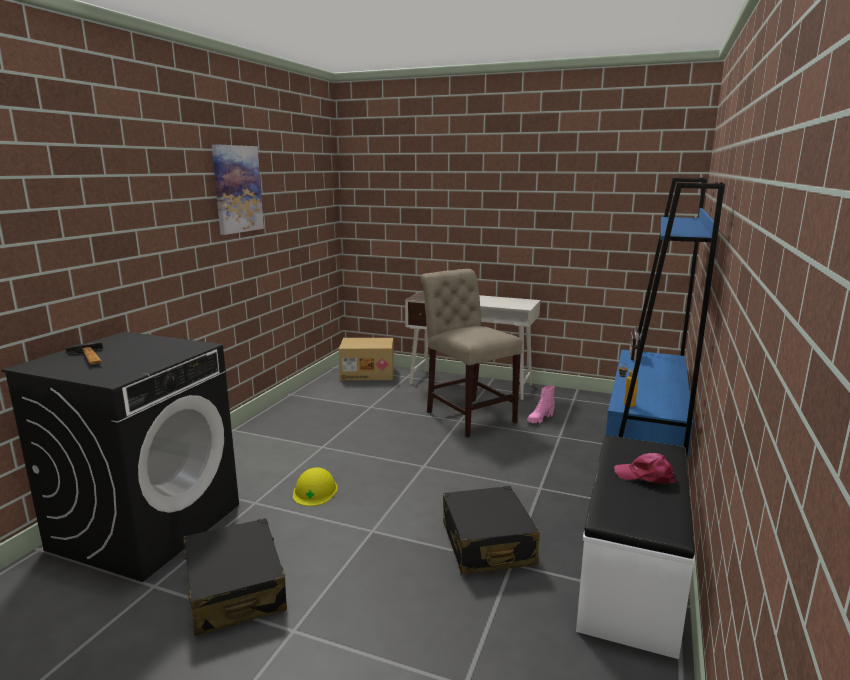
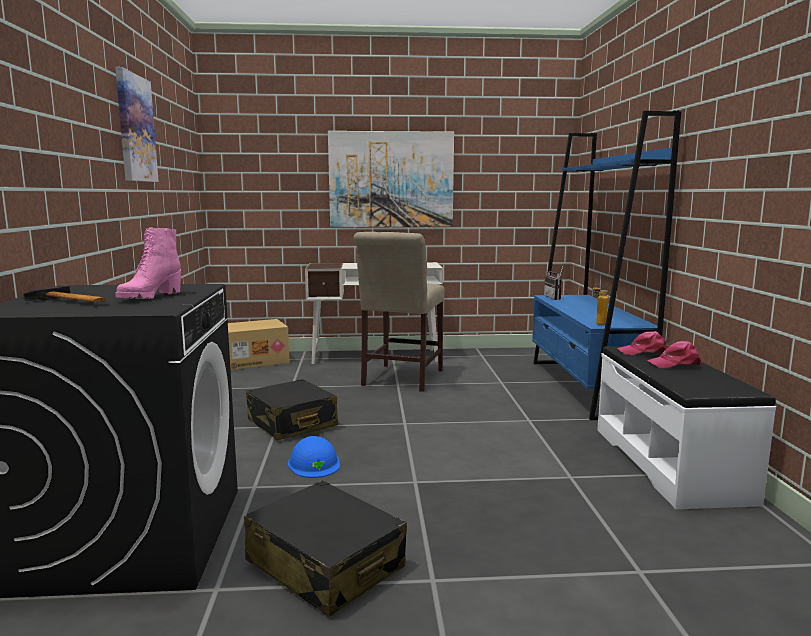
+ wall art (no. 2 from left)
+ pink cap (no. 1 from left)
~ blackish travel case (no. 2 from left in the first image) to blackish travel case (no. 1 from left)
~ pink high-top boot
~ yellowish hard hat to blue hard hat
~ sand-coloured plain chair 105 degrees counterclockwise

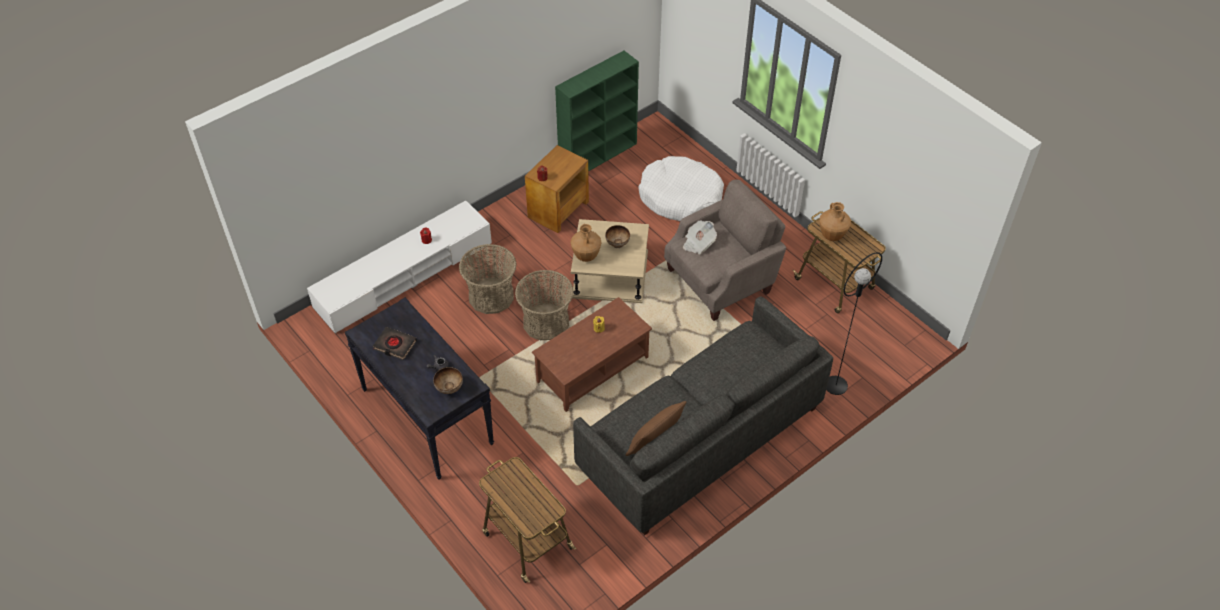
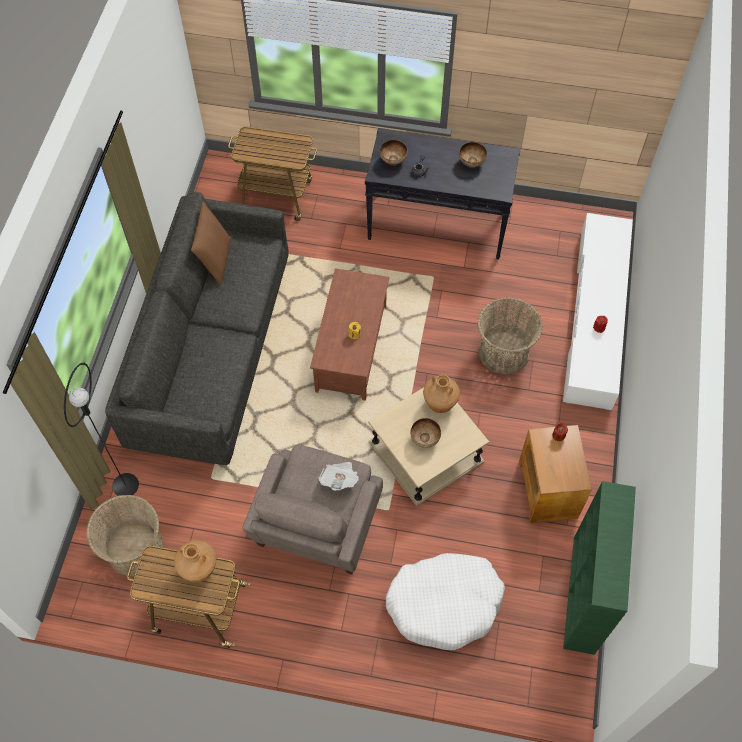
~ basket (no. 2 from left in the first image) to basket (no. 1 from left)
~ blackish book to bowl (no. 3 from left)

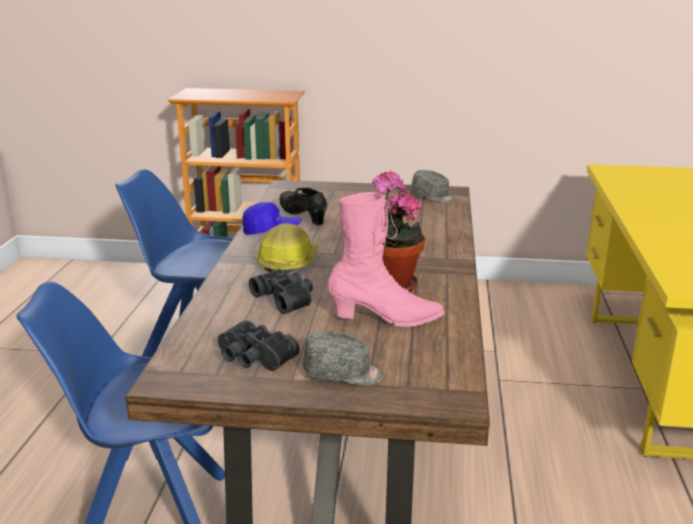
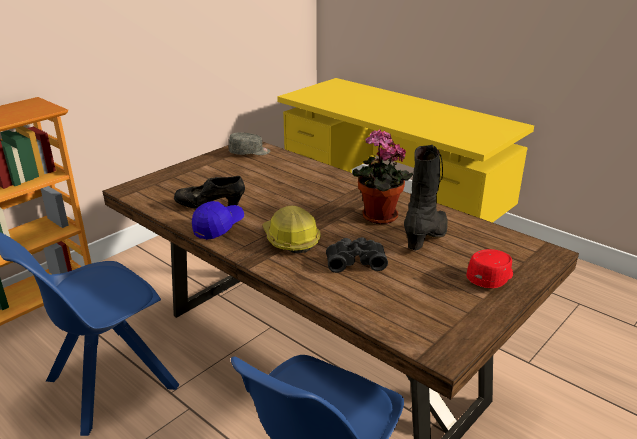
- blackish field glasses (no. 1 from left)
~ grey cap (no. 1 from left) to red-coloured cap
~ pink high-top boot to blackish high-top boot

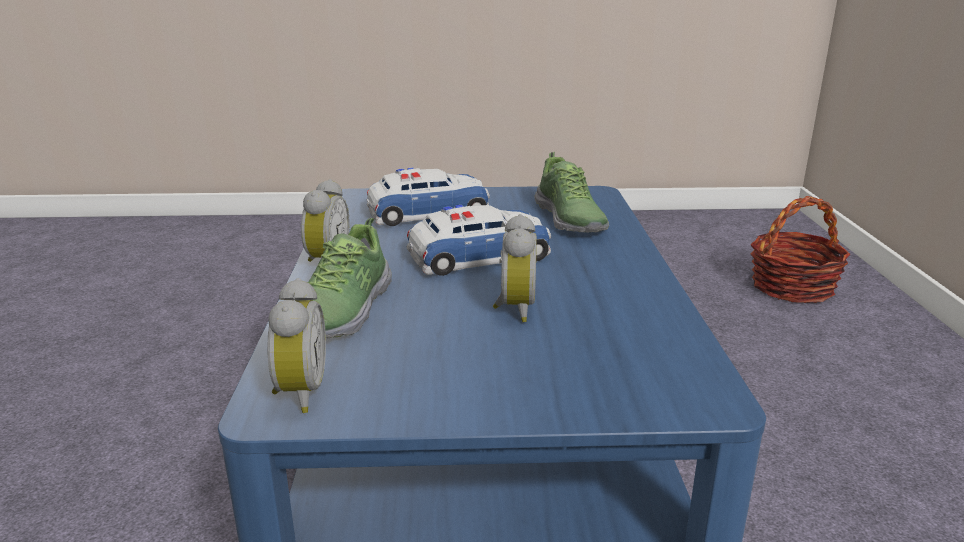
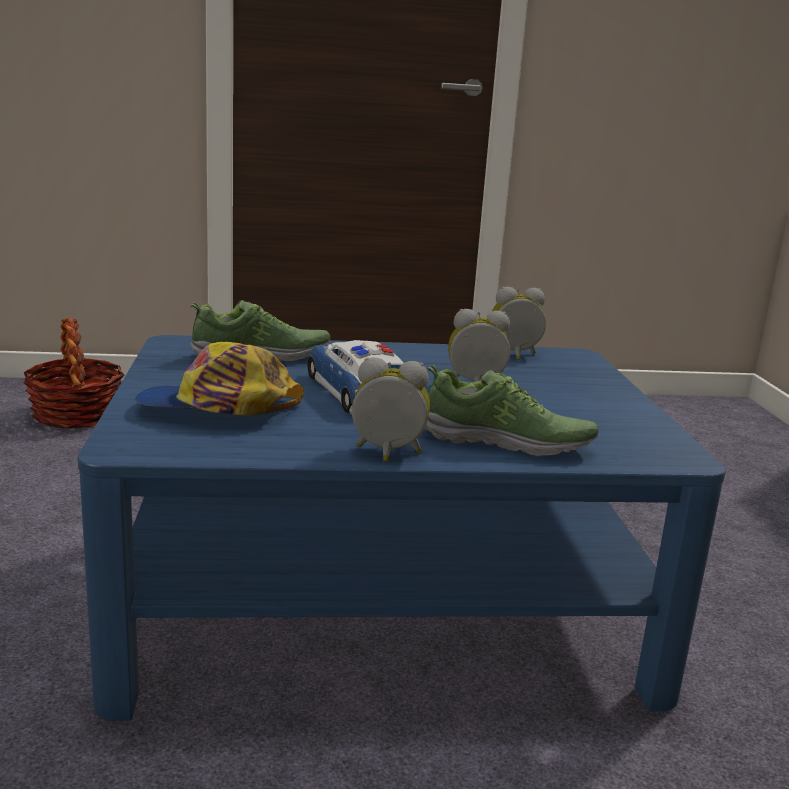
~ bedside clock (no. 1 from left in the first image) to bedside clock (no. 3 from left)
~ toy car (no. 1 from left) to cap

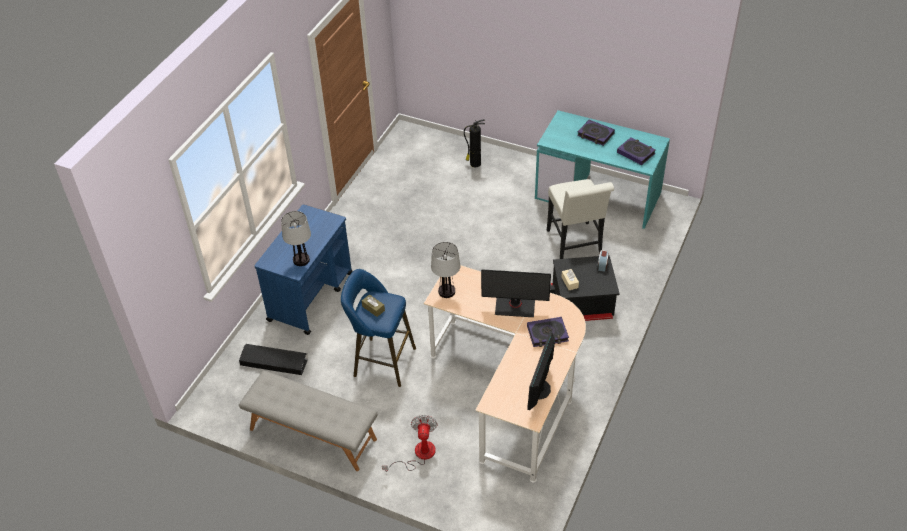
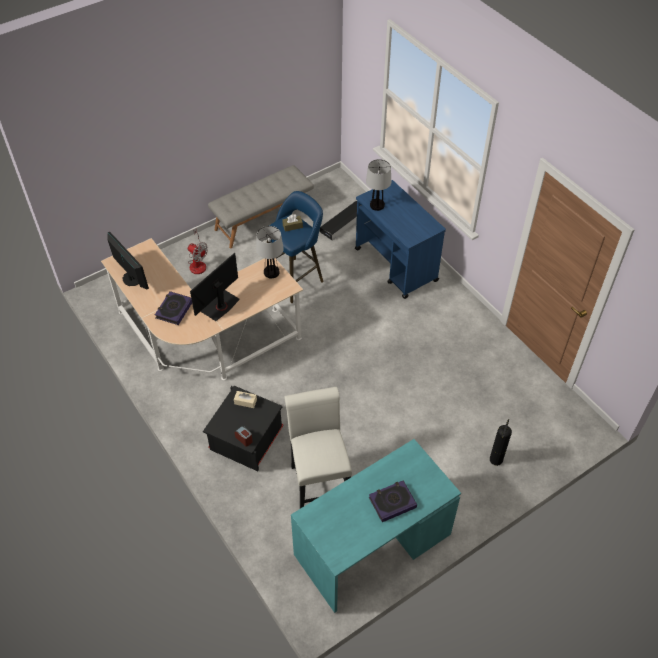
- book (no. 3 from left)
~ white-coloured plain chair 60 degrees clockwise

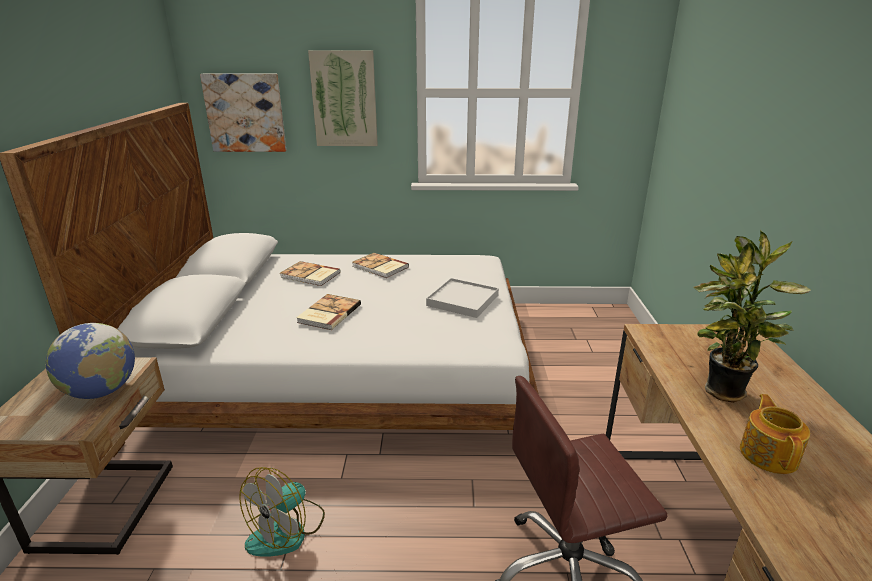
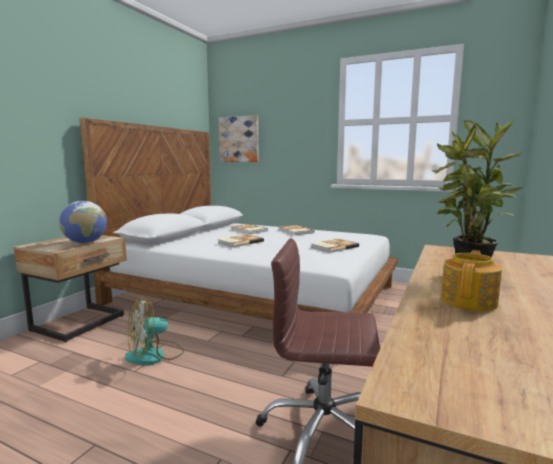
- wall art (no. 2 from left)
~ white-coloured serving tray to book (no. 4 from left)

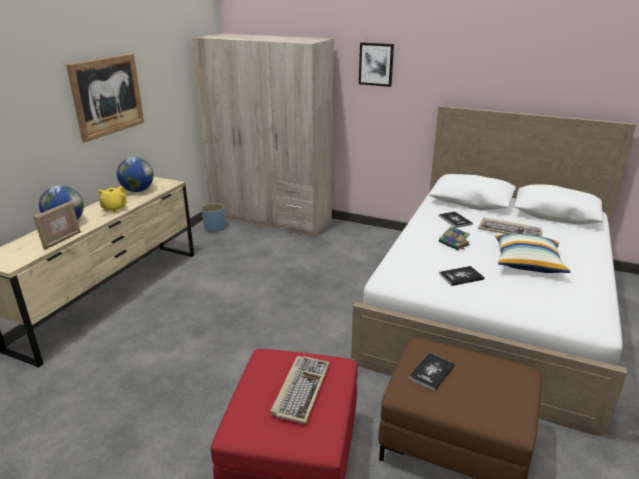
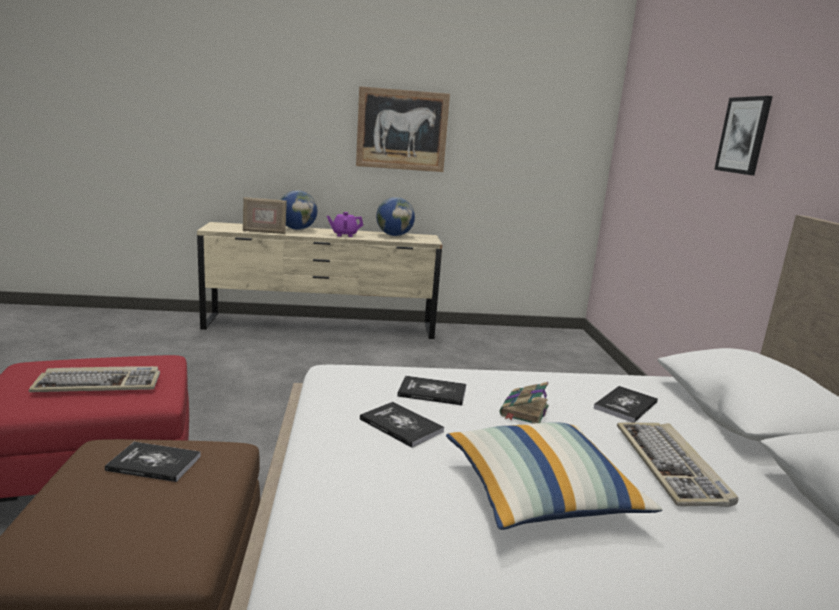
- sand-coloured wardrobe
- blue planter
+ book (no. 3 from left)
~ yellowish pot for tea to purple-coloured pot for tea

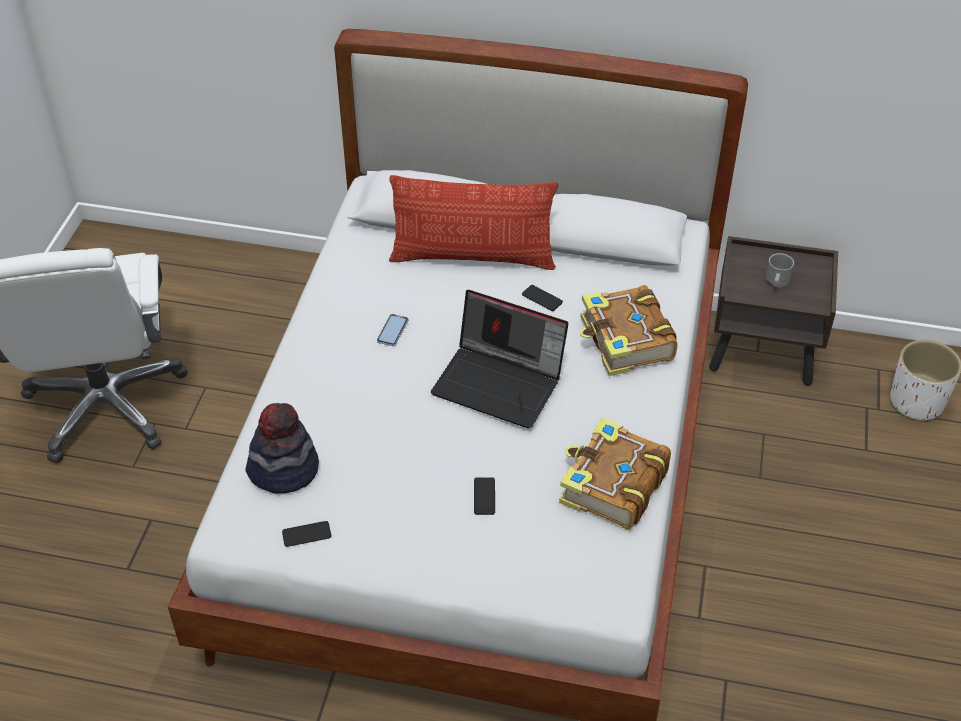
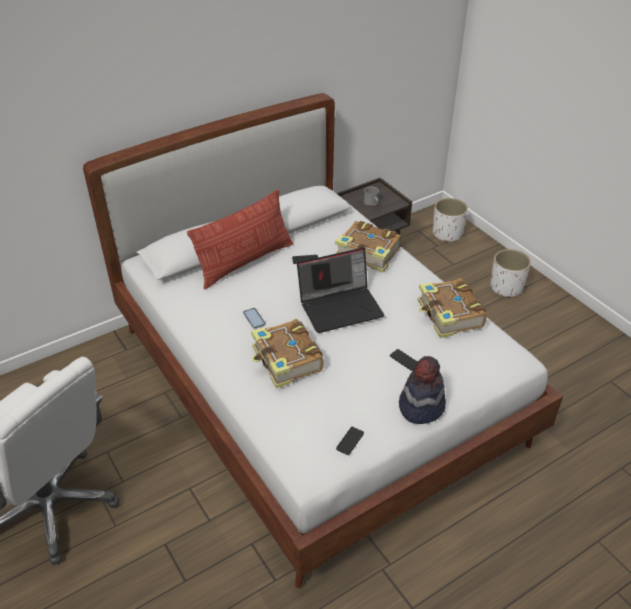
+ book (no. 1 from left)
+ white-coloured planter (no. 2 from left)
~ clothing hat

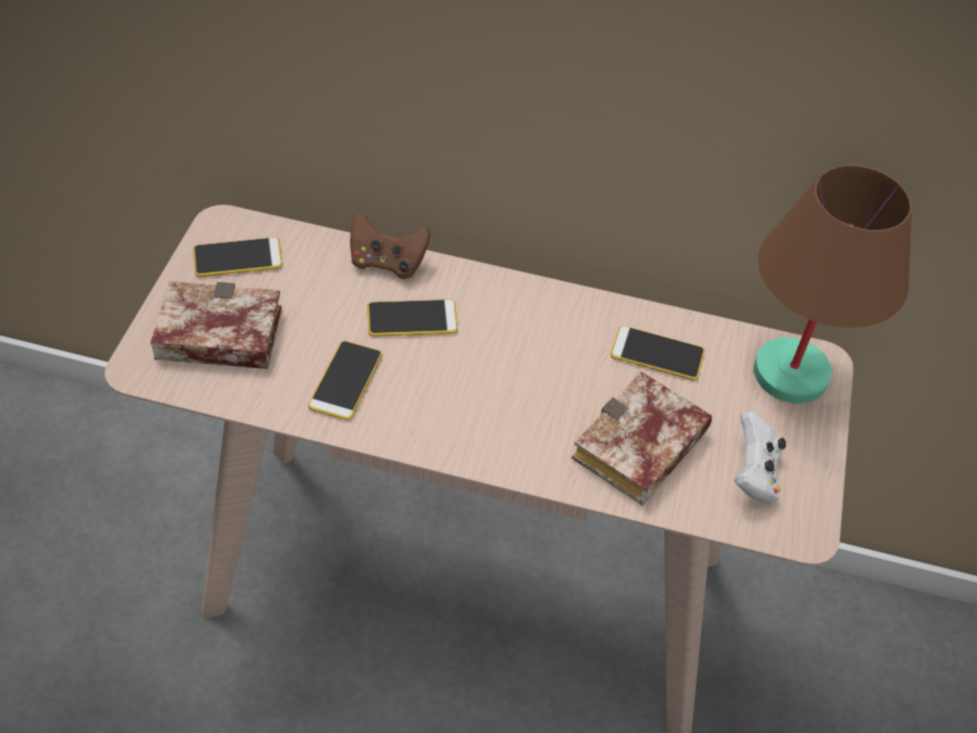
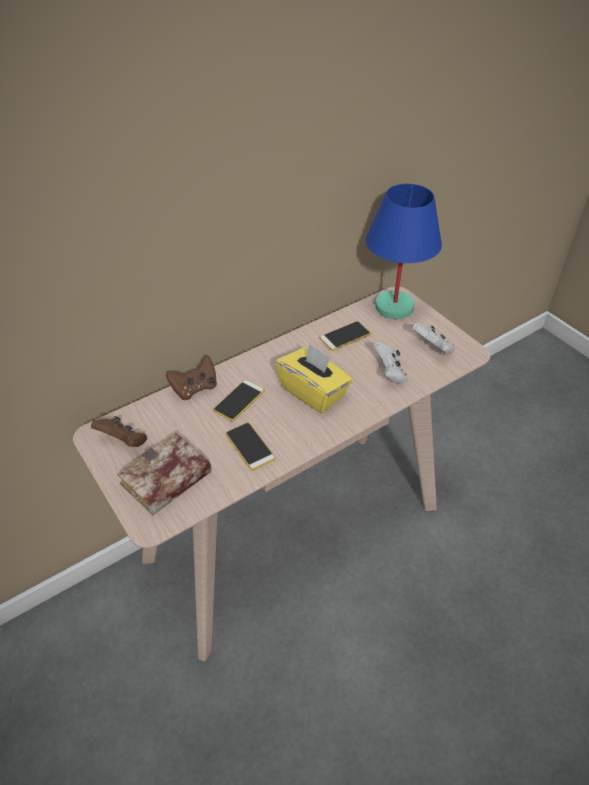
+ yellowish box of tissues
~ handset (no. 1 from left) to brown-coloured game controller (no. 1 from left)
~ book (no. 2 from left) to white-coloured game controller (no. 1 from left)
~ brown-coloured lamp for a table to blue lamp for a table

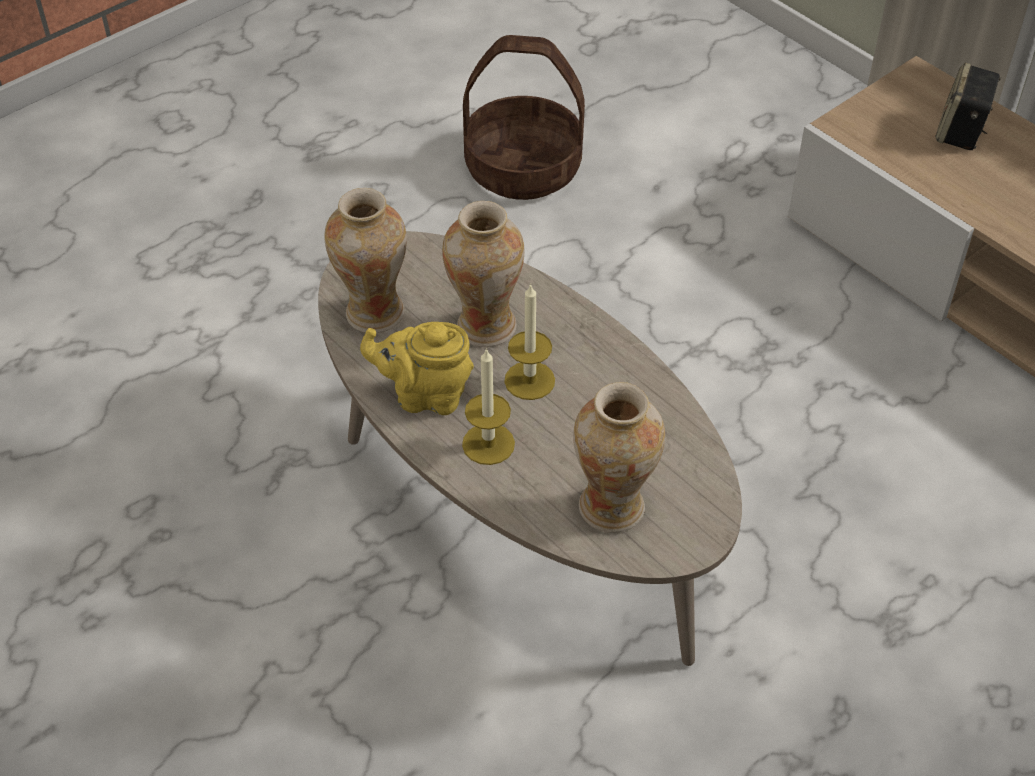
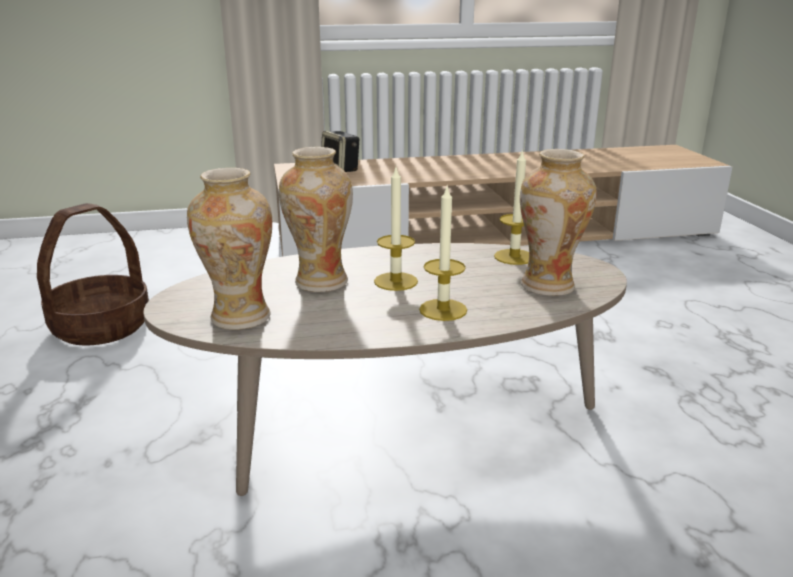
- yellowish pot for tea
+ wax candle (no. 3 from left)

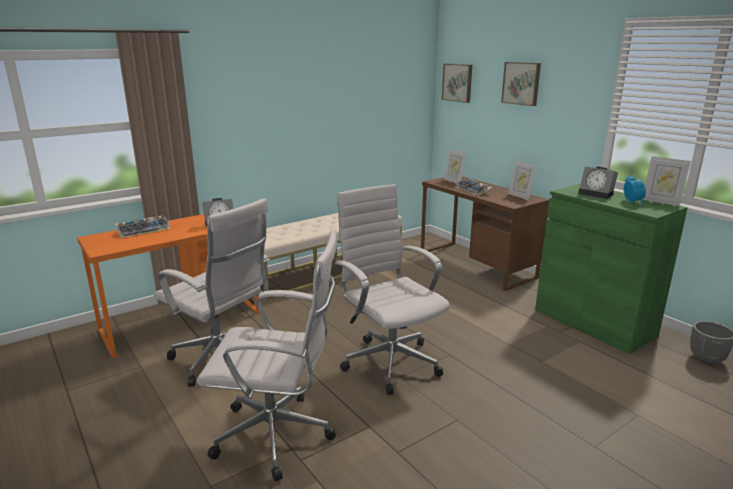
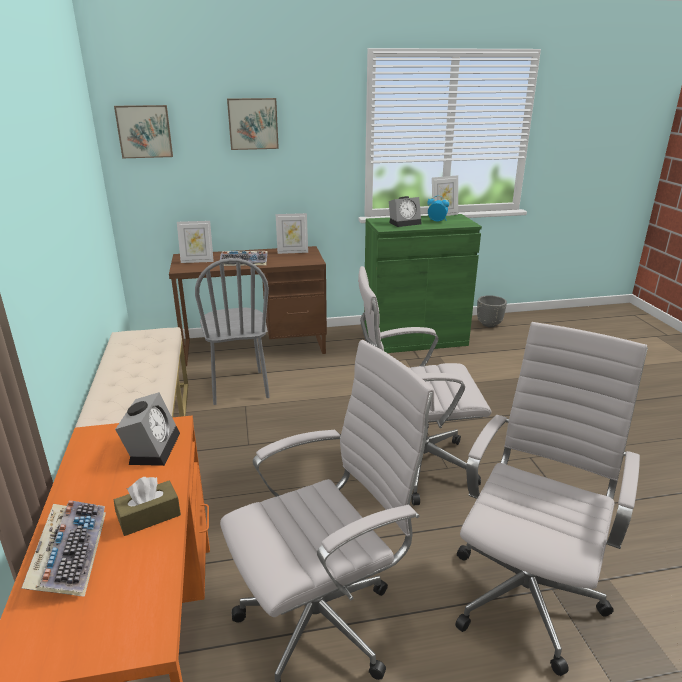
+ brown-coloured box of tissues
+ grey plain chair

